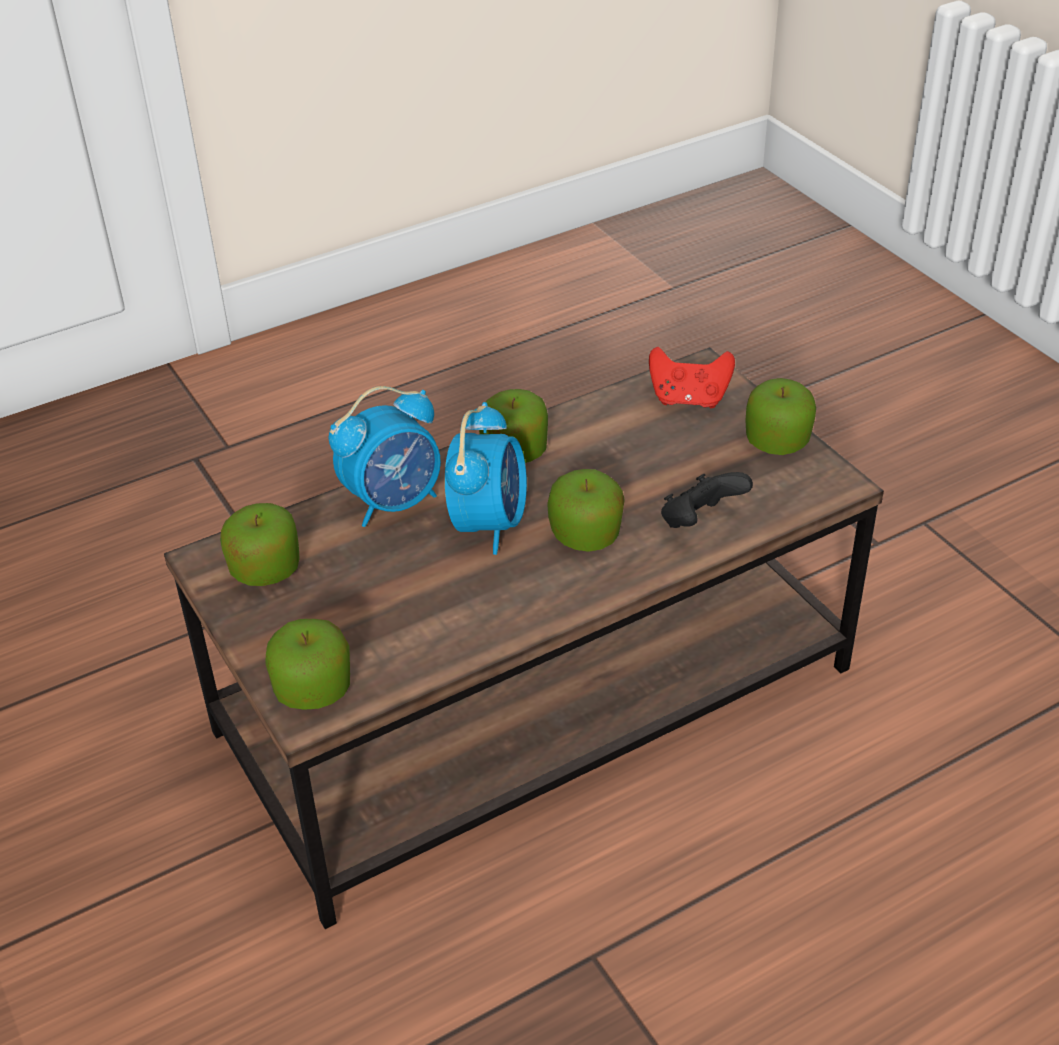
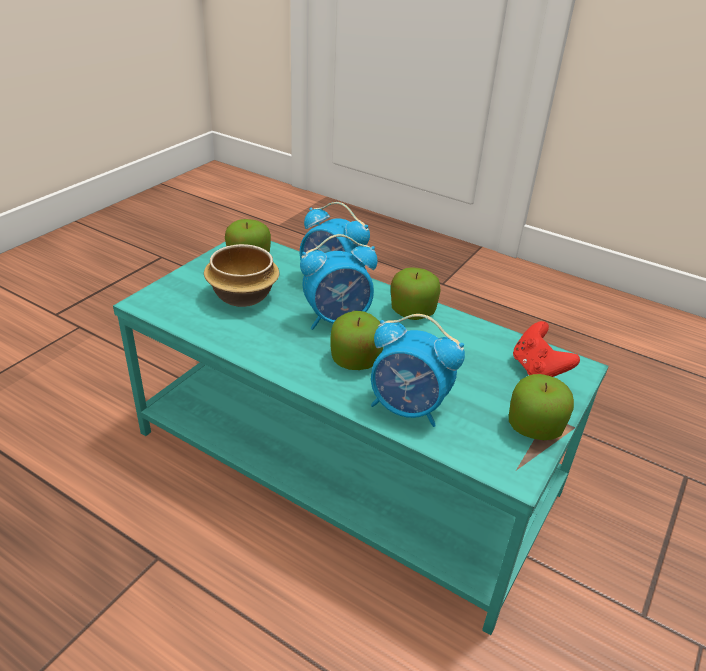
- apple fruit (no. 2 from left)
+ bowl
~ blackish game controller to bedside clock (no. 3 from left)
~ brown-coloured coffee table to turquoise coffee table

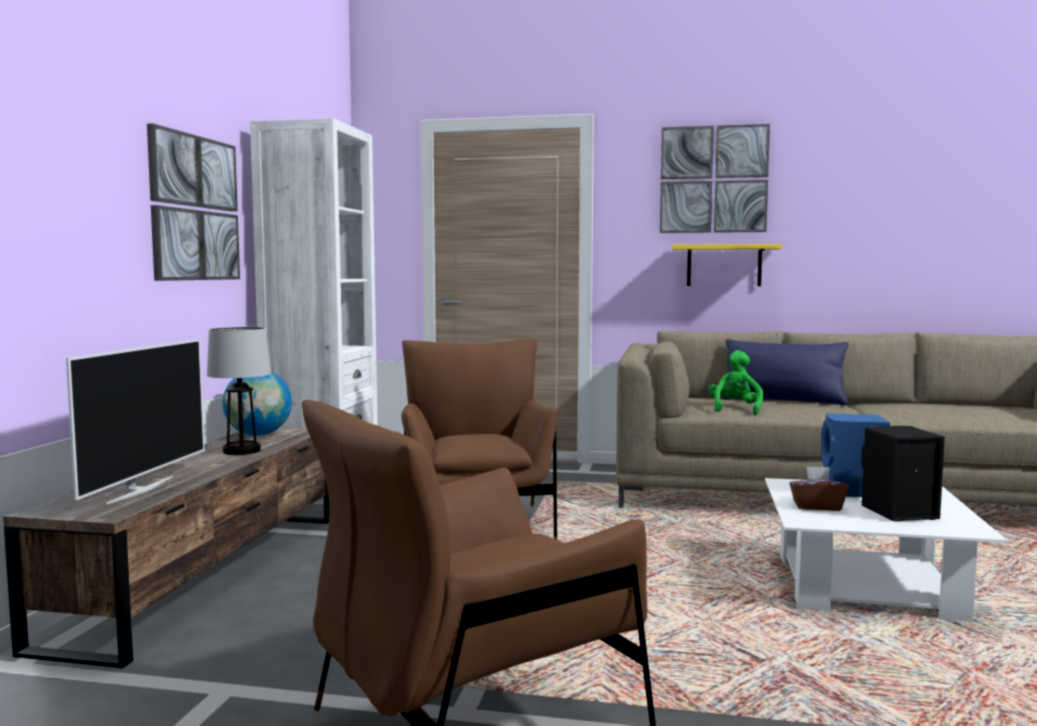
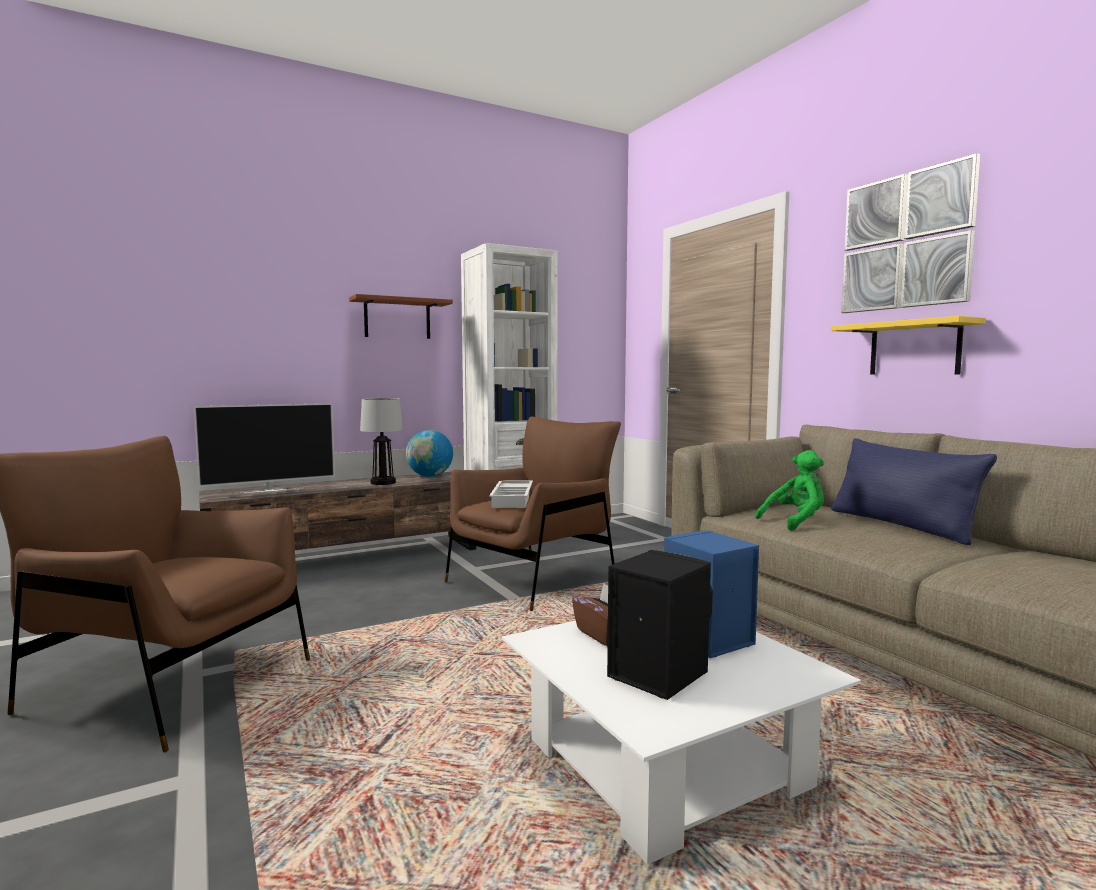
+ white-coloured serving tray
~ wall art (no. 1 from left) to brown-coloured bracket shelf

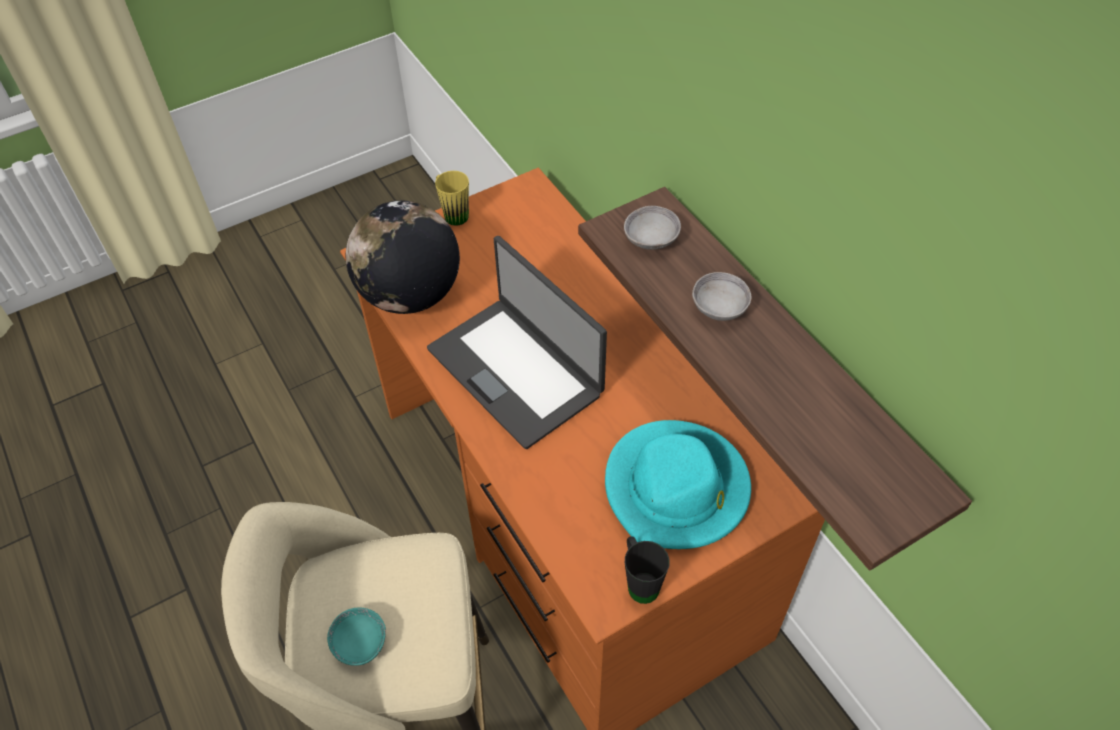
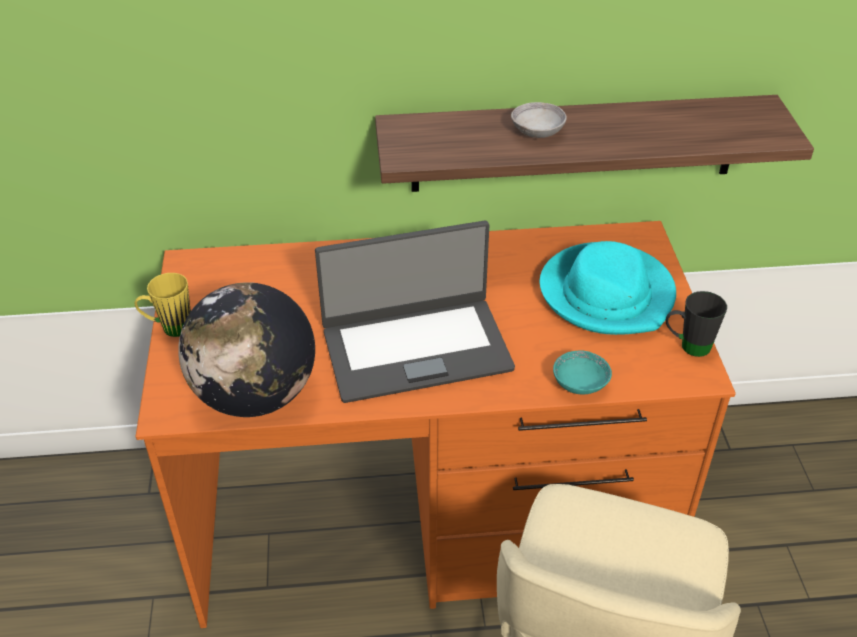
- grey bowl (no. 1 from left)
~ turquoise bowl

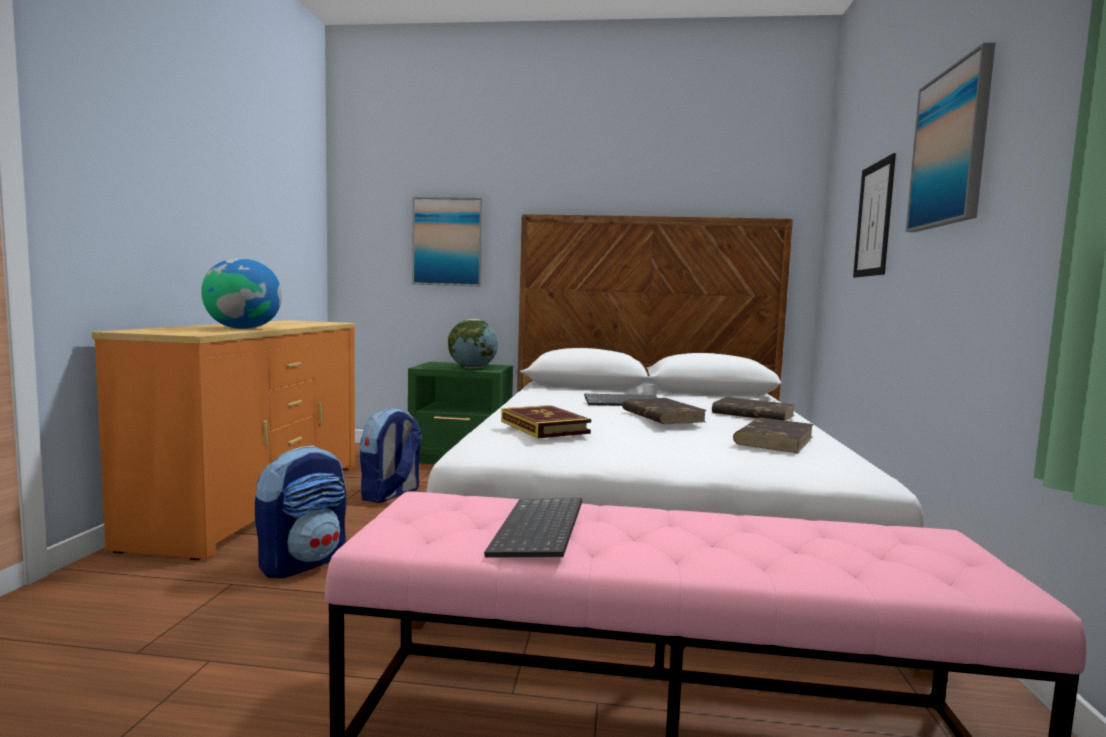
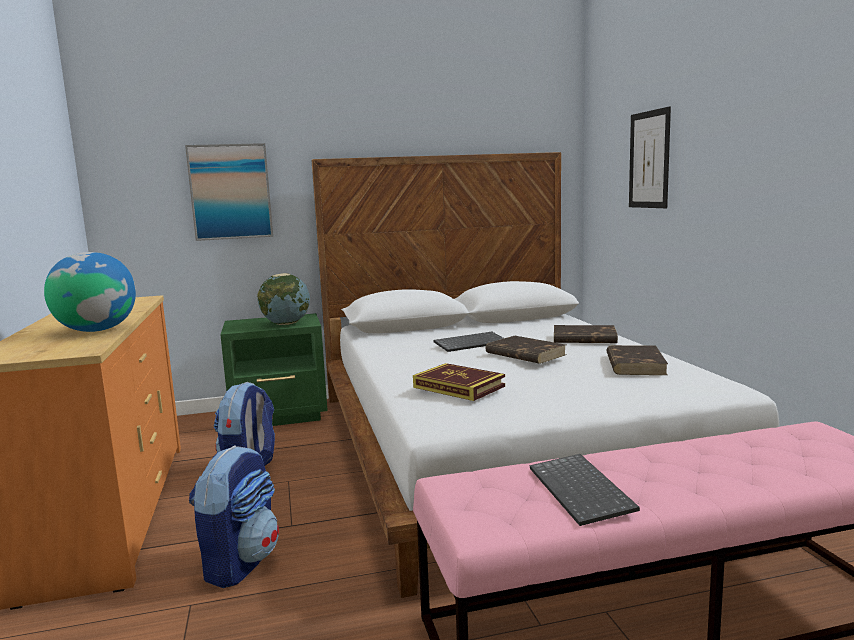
- wall art (no. 3 from left)

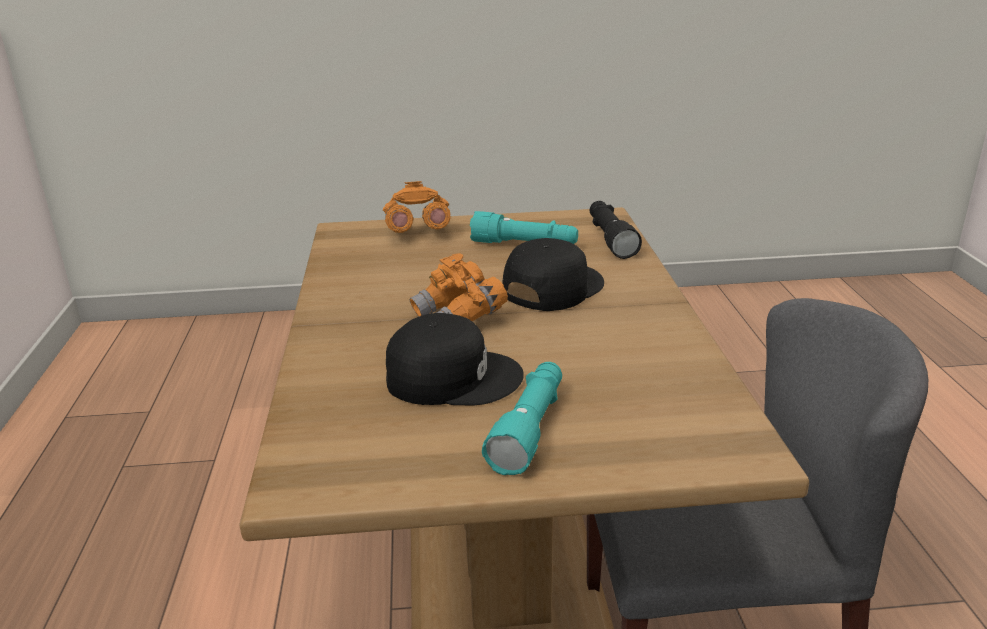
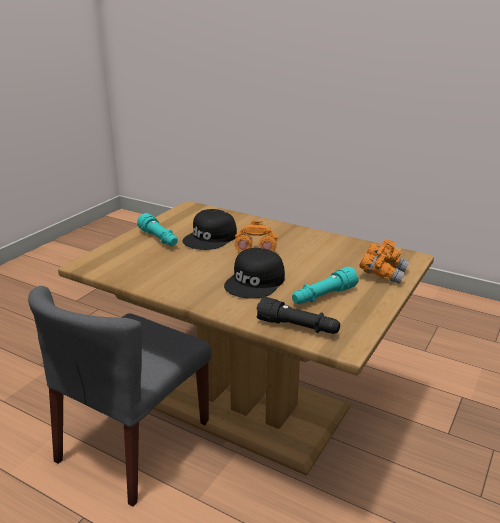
~ blackish cap (no. 2 from left) 45 degrees clockwise

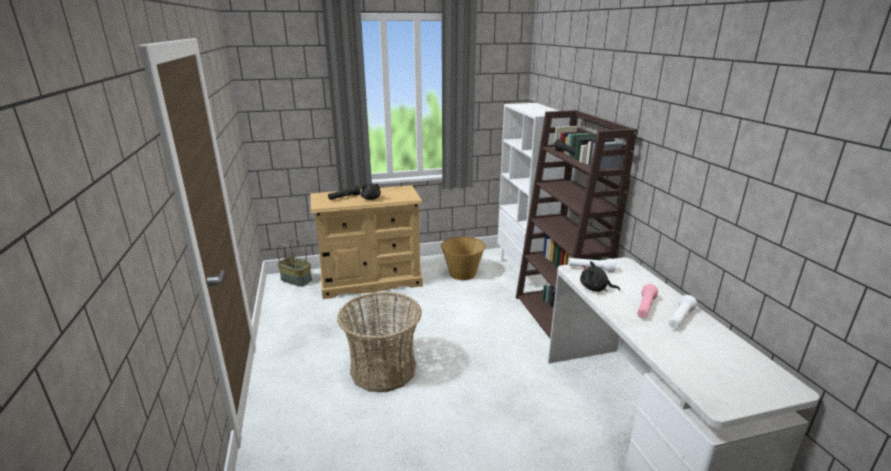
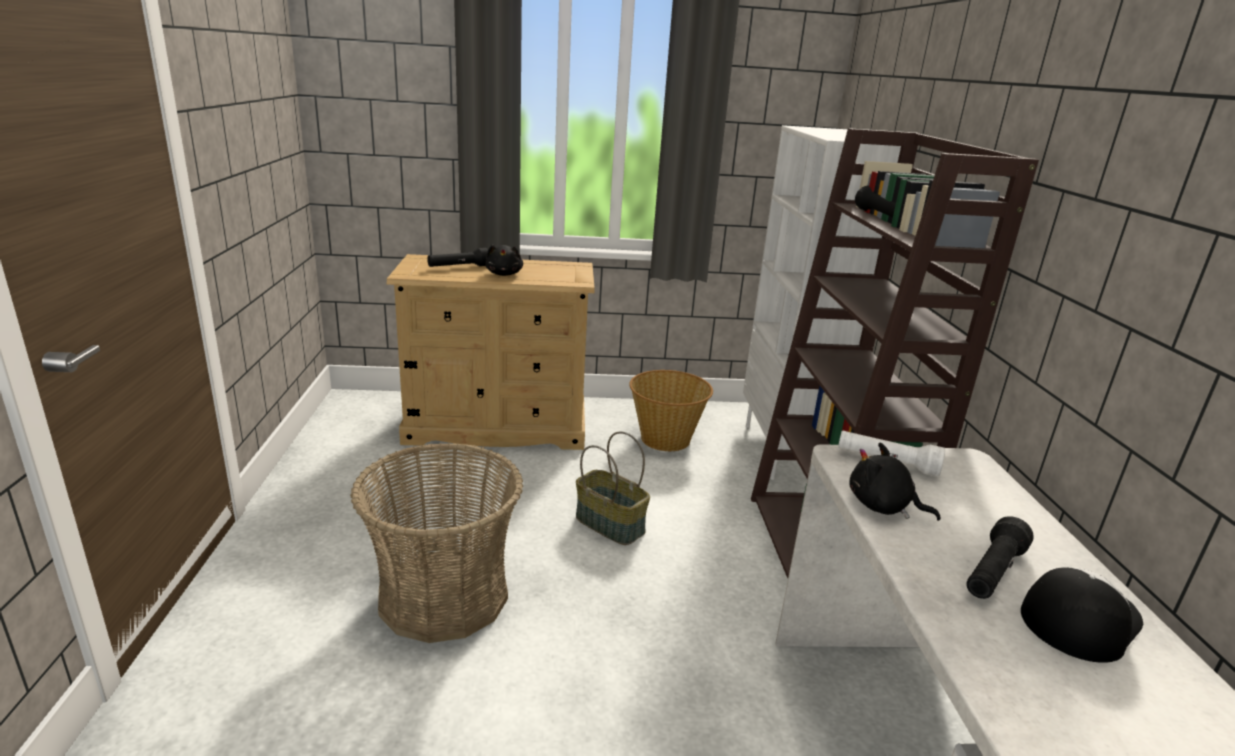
~ basket (no. 1 from left in the first image) to basket (no. 2 from left)
~ white-coloured flashlight (no. 2 from left) to cap
~ pink flashlight to blackish flashlight (no. 3 from left)

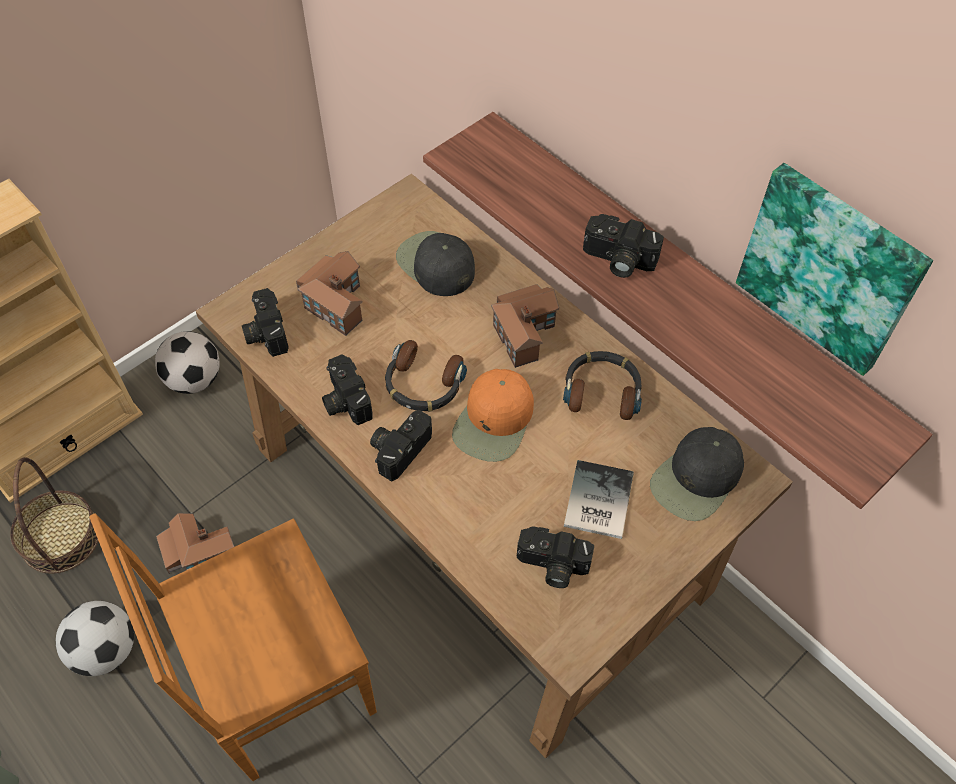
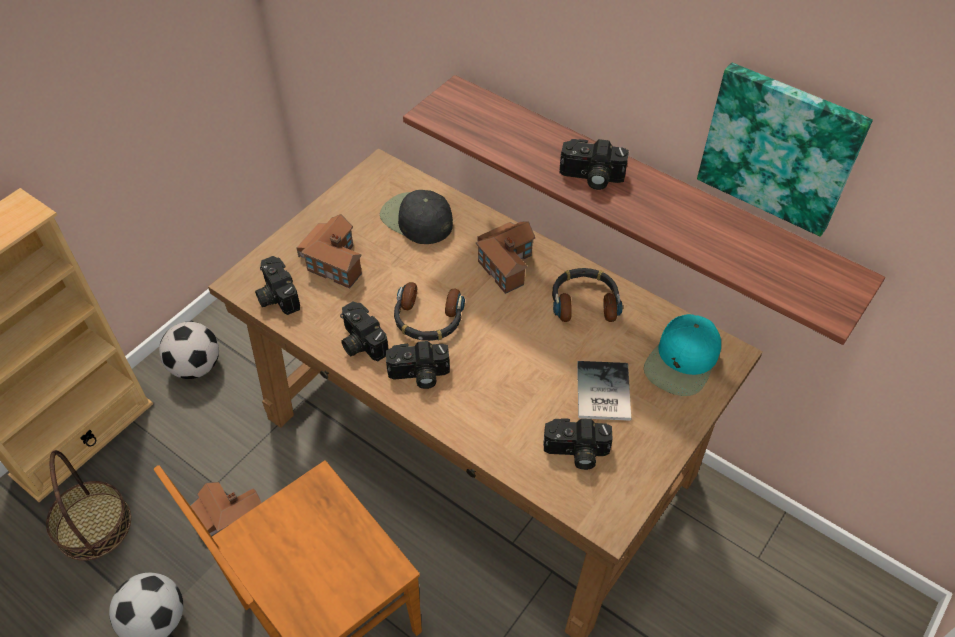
- orange cap
~ blackish cap (no. 2 from left) to turquoise cap
~ still camera (no. 3 from left) 120 degrees counterclockwise

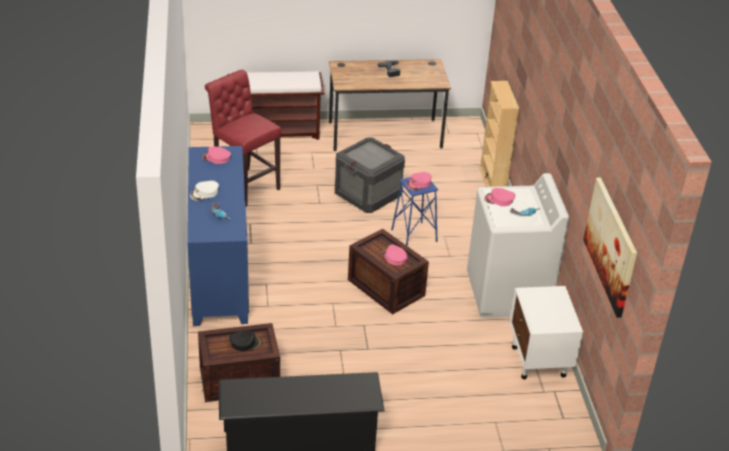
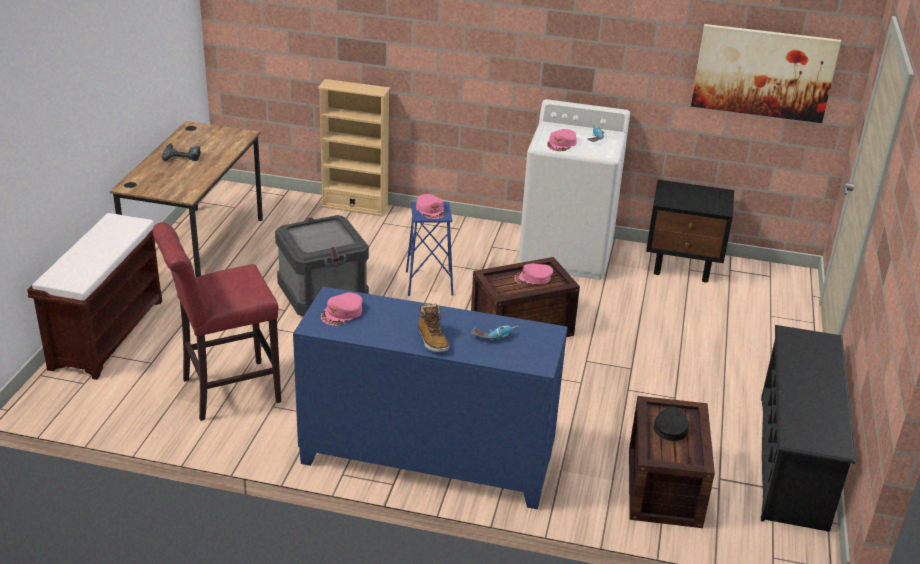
~ white-coloured cap to high-top boot
~ white-coloured night table to blackish night table

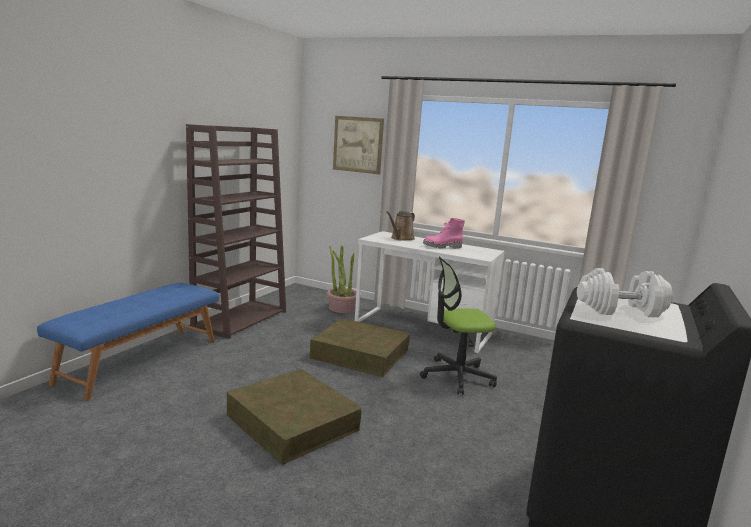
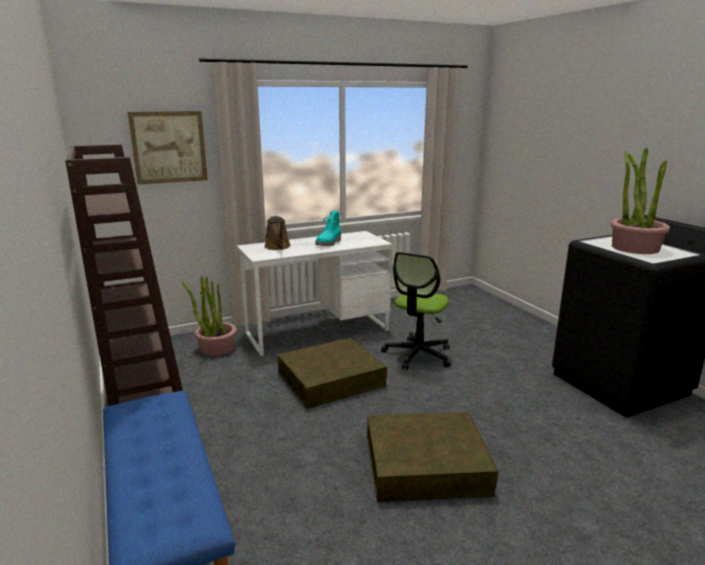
~ white-coloured hand weight to houseplant (no. 2 from left)
~ pink high-top boot to turquoise high-top boot

